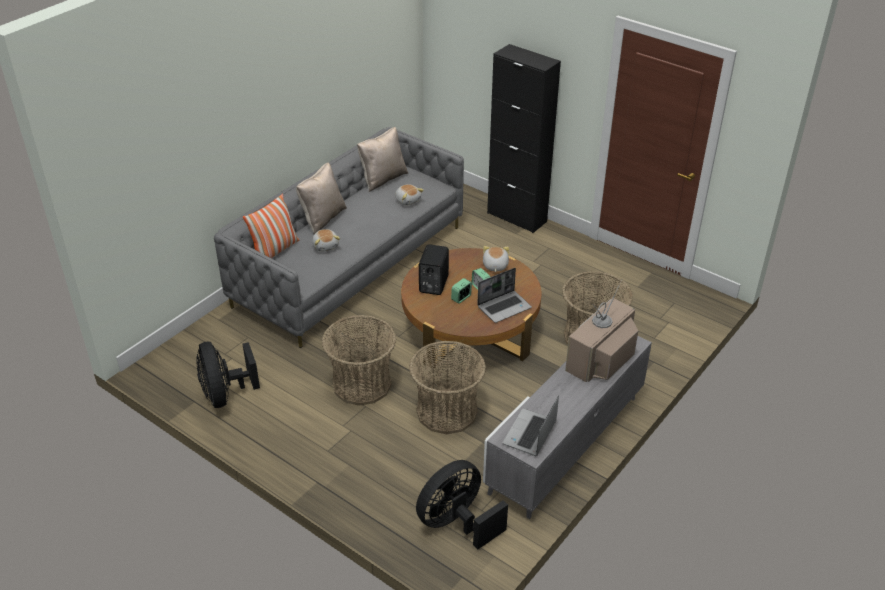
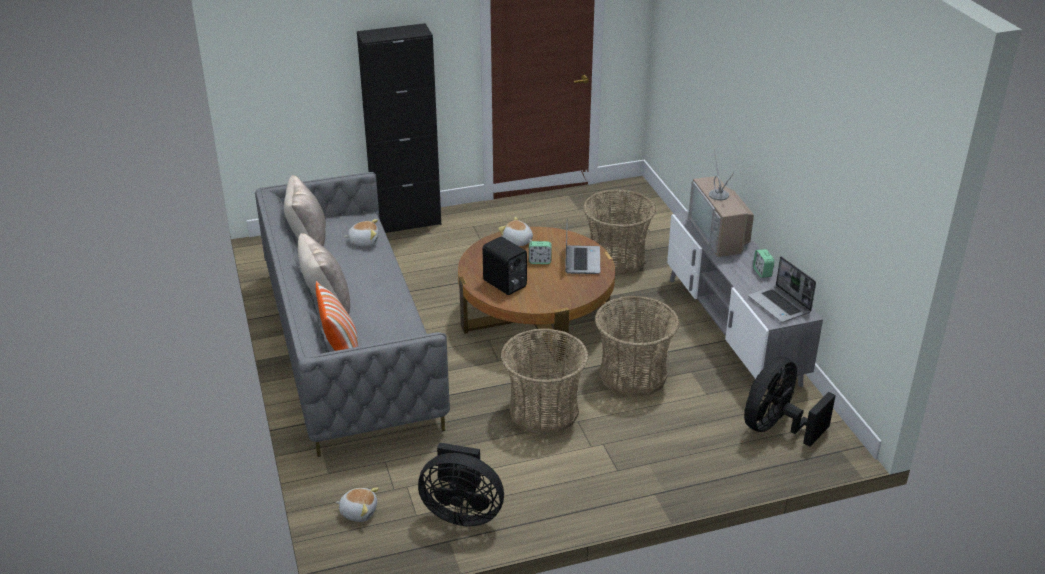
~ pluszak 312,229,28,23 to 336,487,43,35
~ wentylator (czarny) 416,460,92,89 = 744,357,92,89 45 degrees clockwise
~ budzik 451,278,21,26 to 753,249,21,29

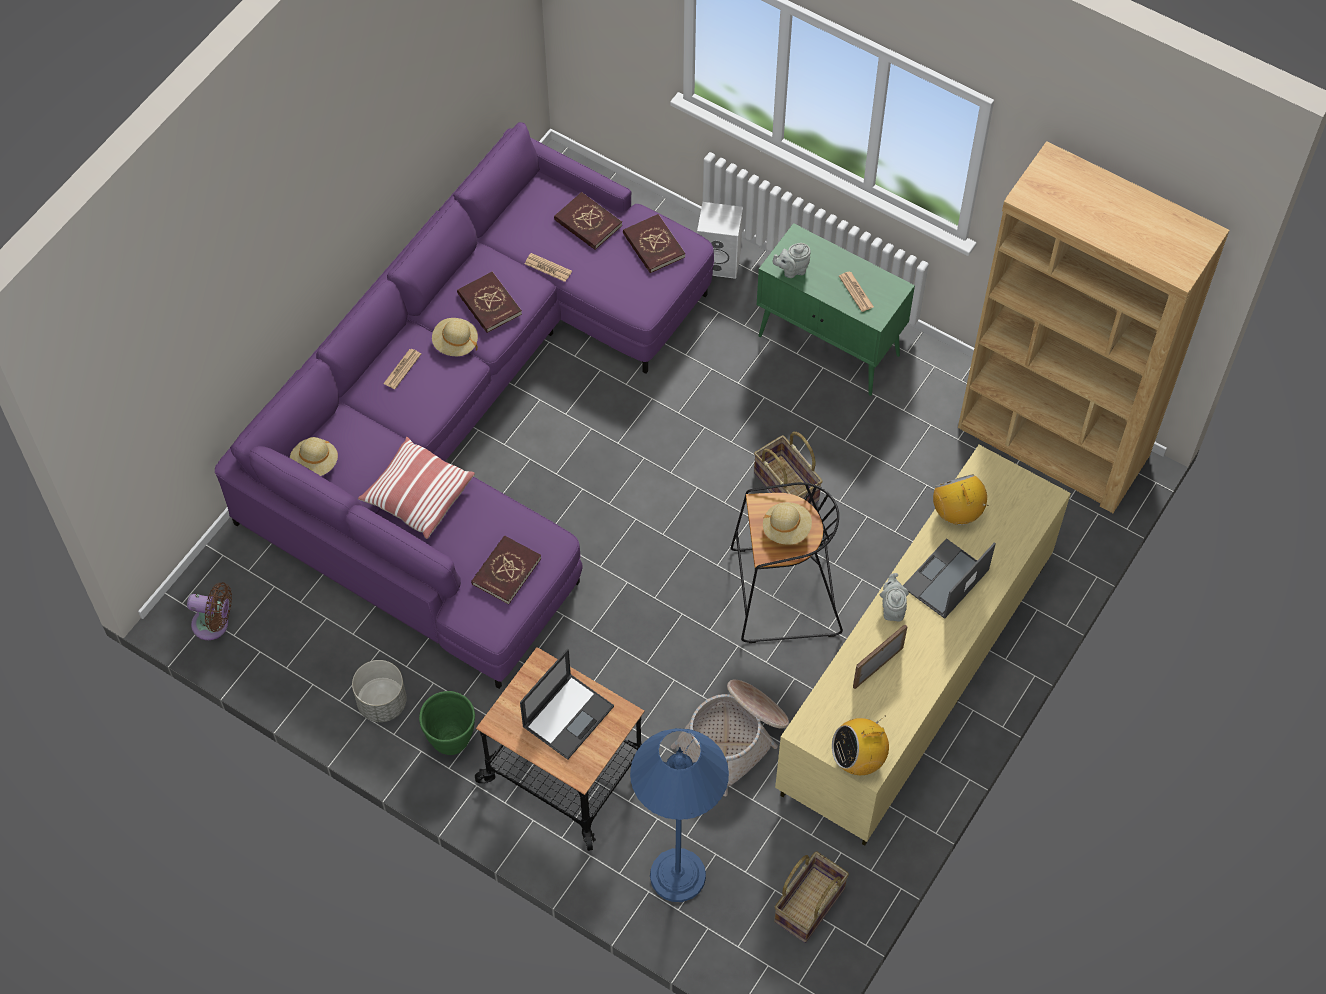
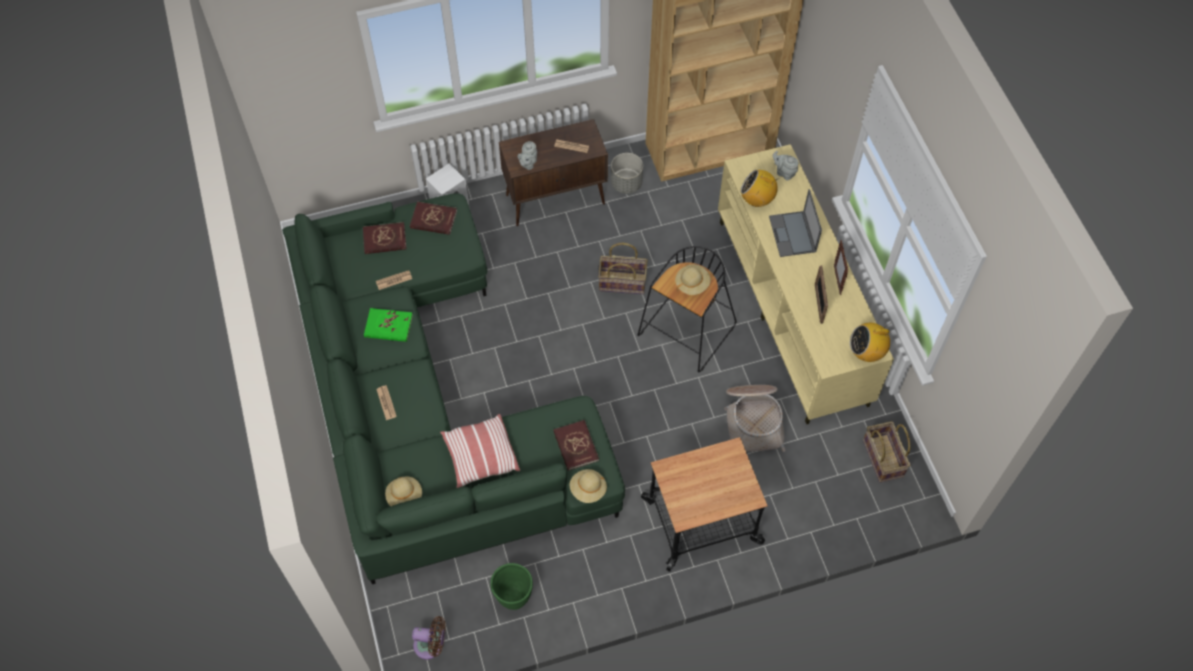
~ wentylator (brązowy) 187,582,45,58 = 412,616,34,43 45 degrees clockwise
~ kanapa (fioletowy) 215,122,499,567 to kanapa (zielony) 282,193,343,391
~ donica (szary) 352,660,55,62 to 611,153,32,41
~ donica (zielony) 419,691,56,64 to 490,563,43,47
~ kapelusz (beżowy) 432,318,46,38 to 570,469,37,34
~ książka (czerwony) 457,272,65,61 to książka (zielony) 364,308,49,34
- laptop 520,649,94,111
- lampa stojąca (niebieski) 630,728,99,174
~ szafka (zielony) 757,223,158,173 to szafka (brązowy) 499,119,109,107
~ radio 832,715,57,60 = 850,323,40,39 60 degrees clockwise
~ imbryk (szary) 879,573,30,49 to 773,151,26,29
+ ramka na zdjęcie 834,240,14,55

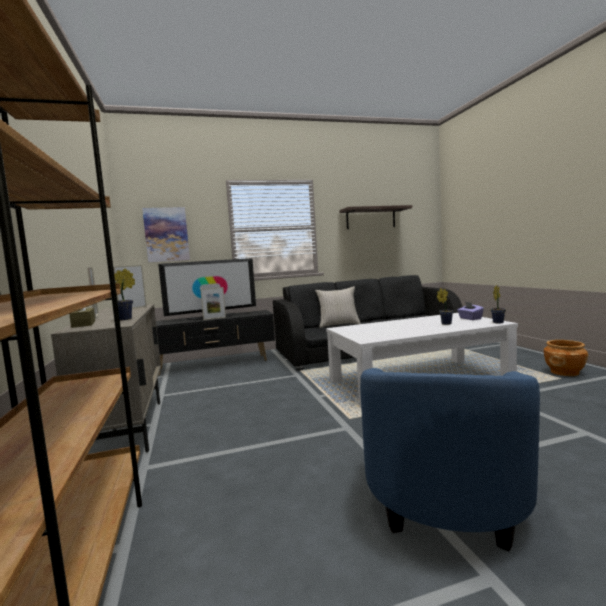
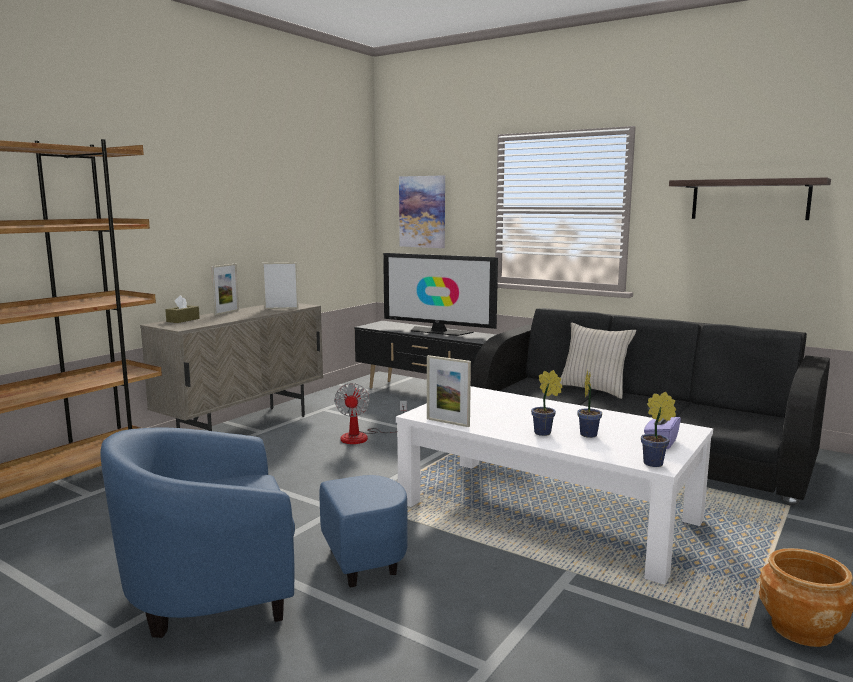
~ roślina doniczkowa 114,268,21,52 to 531,370,31,66
~ ramka na zdjęcie 200,287,26,33 to 427,355,44,72
+ wentylator 334,383,73,61

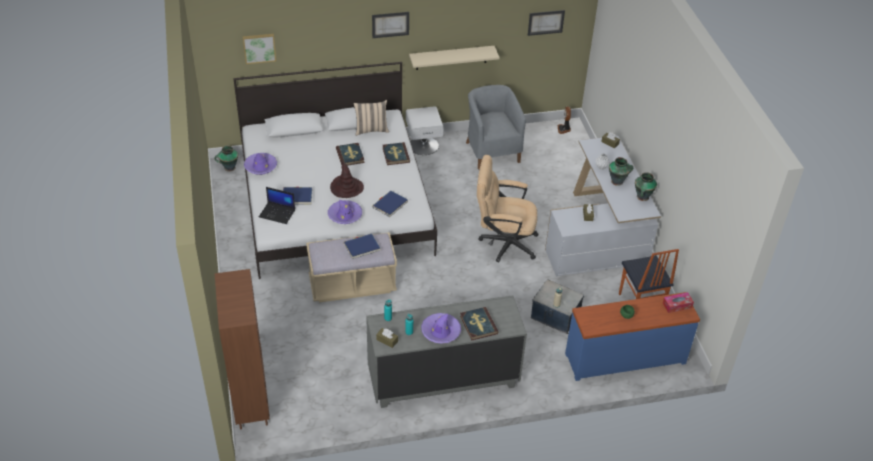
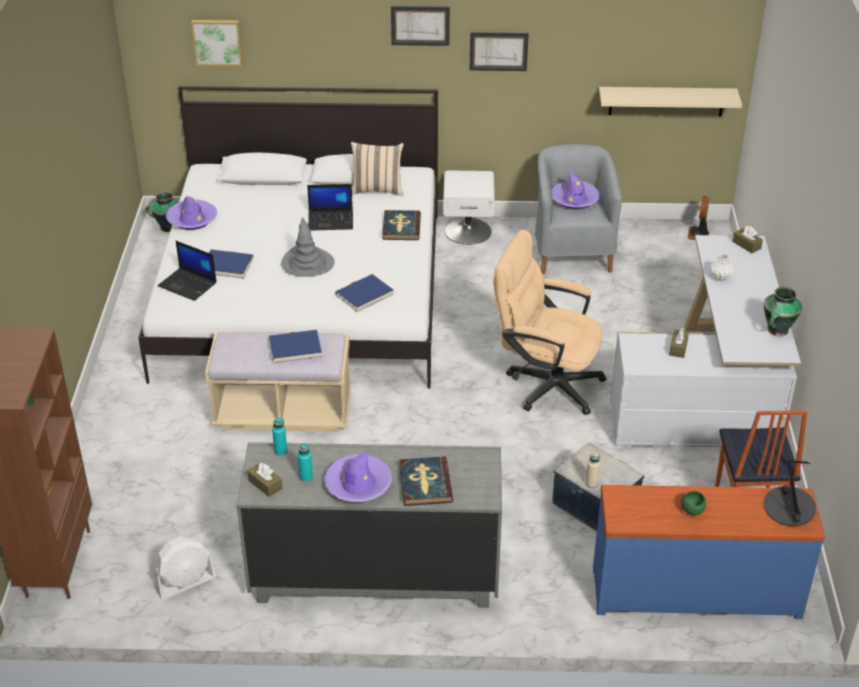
~ kapelusz (fioletowy) 328,200,34,24 to 552,172,48,37
~ kapelusz (brązowy) 330,160,34,38 to kapelusz (szary) 281,217,54,60
~ książka 336,143,29,23 to laptop 307,184,46,46
~ półka (beżowy) 409,46,91,24 to 599,87,143,30
~ obraz 528,10,37,26 to 470,32,59,39
- wazon 609,157,24,29
~ pudełko chusteczek 663,292,31,21 to lampa stołowa 763,460,53,66
+ wentylator (biały) 154,536,62,64

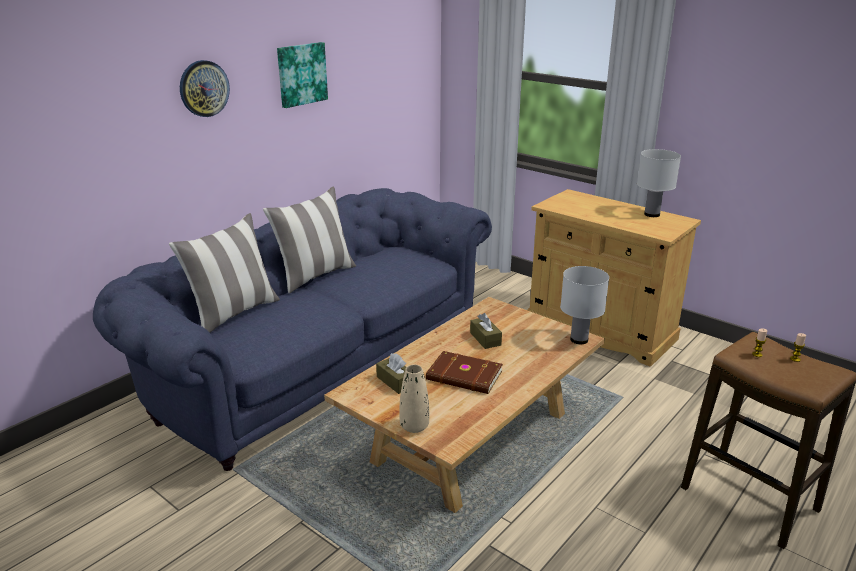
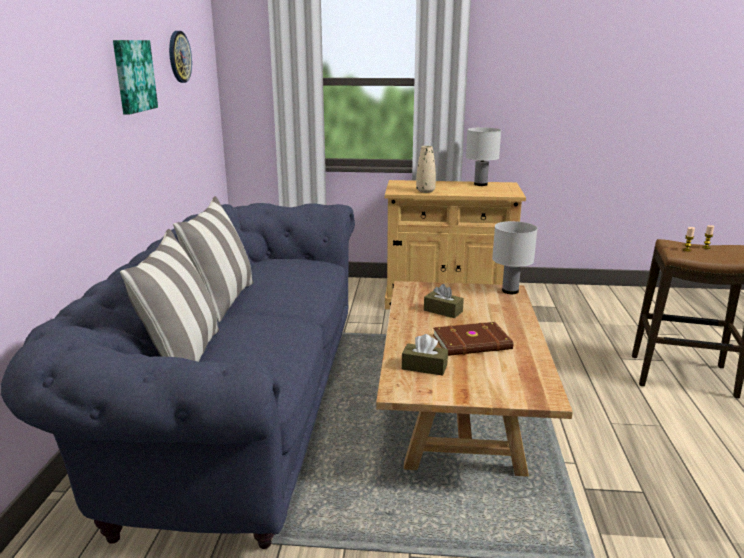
~ zegar ścienny 180,60,50,57 to 169,31,23,52
~ wazon (beżowy) 399,364,30,69 to 416,146,20,47

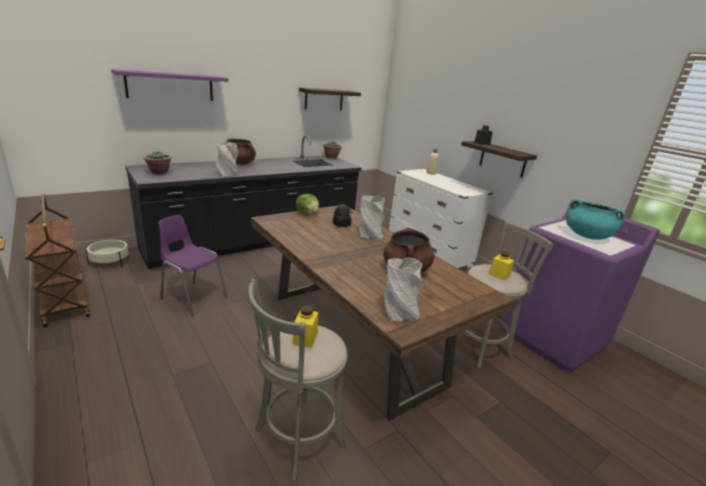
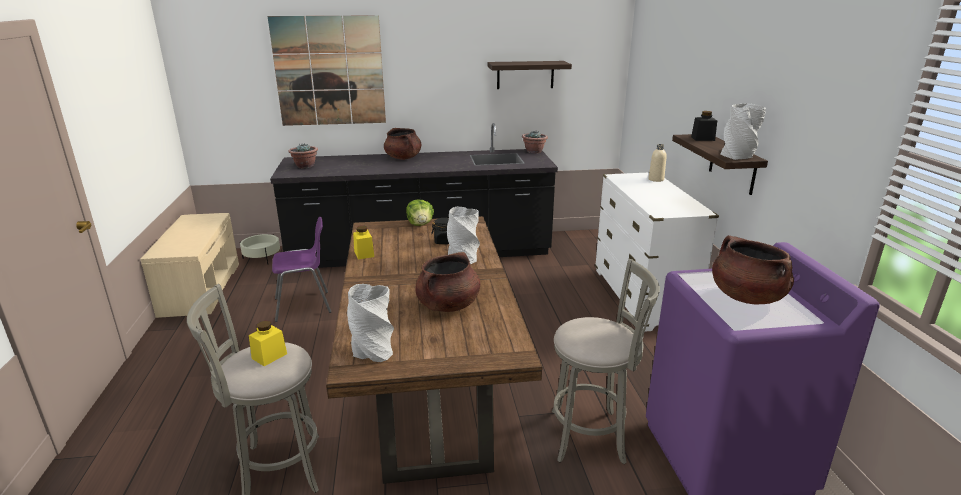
~ wózek (brązowy) 25,194,65,133 to ławka (beżowy) 141,213,98,105
~ półka (fioletowy) 111,69,117,32 to obraz 268,15,118,111
~ krzesło (fioletowy) 158,215,69,101 = 272,217,60,105 105 degrees clockwise
~ wazon (szary) 216,142,22,34 to 720,103,46,57
~ słoik (żółty) 489,251,25,29 to 353,226,21,34
~ garnek (turkusowy) 566,199,60,41 to garnek (brązowy) 712,235,82,69

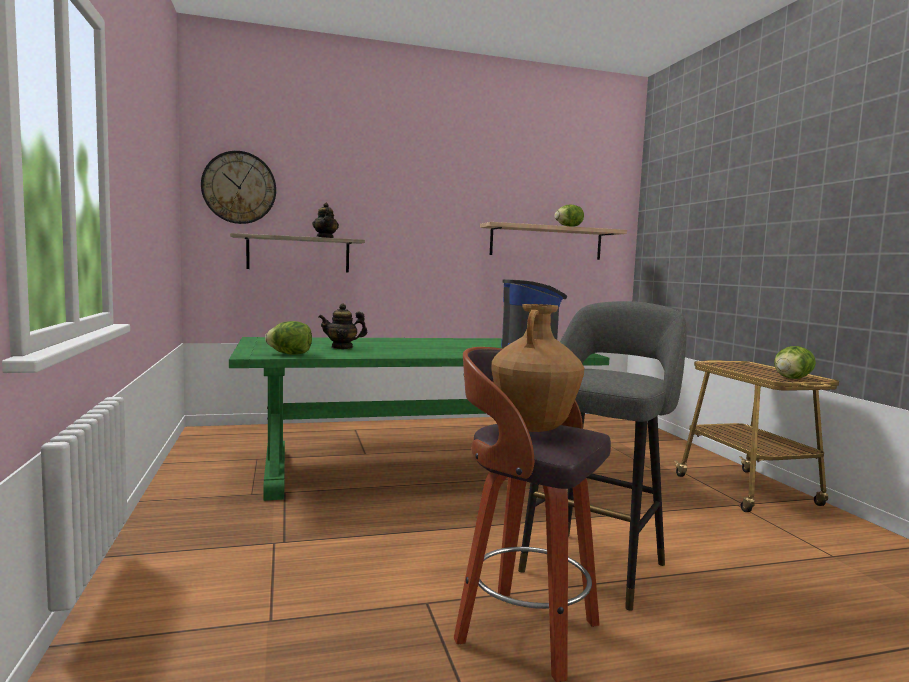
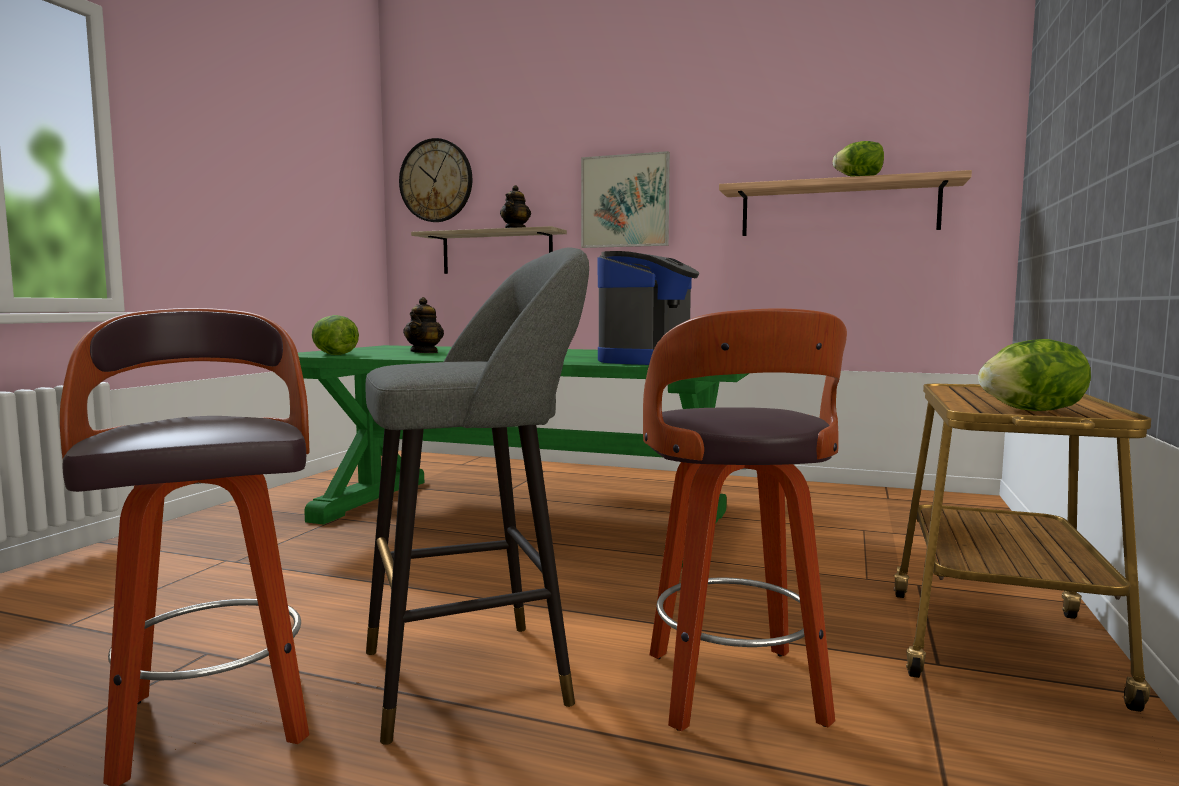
~ imbryk 319,304,48,45 = 403,297,41,56 105 degrees counterclockwise
- wazon (brązowy) 491,304,93,128
+ obraz 581,151,89,97
+ stołek 643,309,204,422

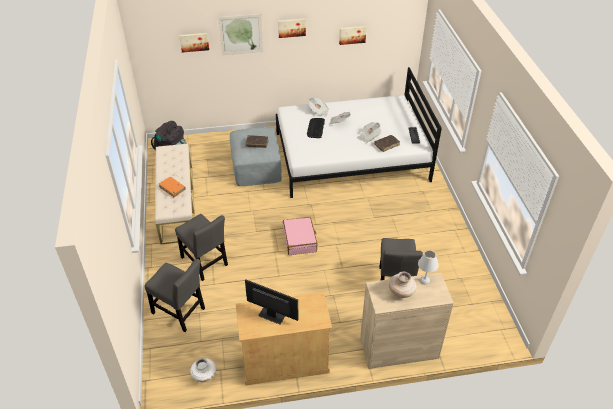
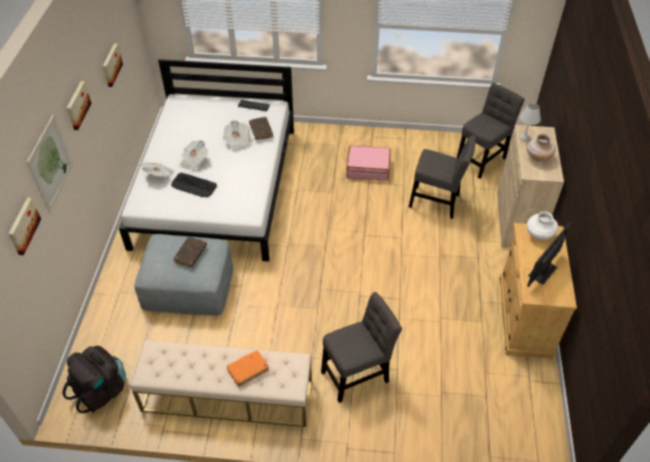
~ krzesło (szary) 145,259,60,73 to 457,83,68,96
~ wazon (biały) 190,358,26,24 to 527,212,31,28
~ walizka (różowy) 283,217,35,38 to 346,146,45,34

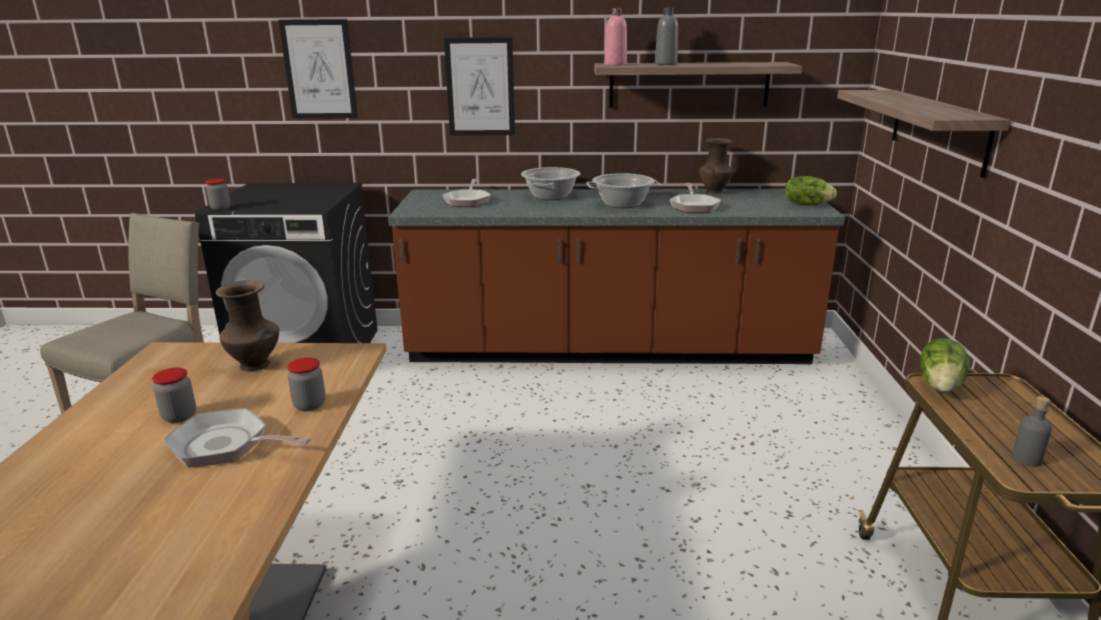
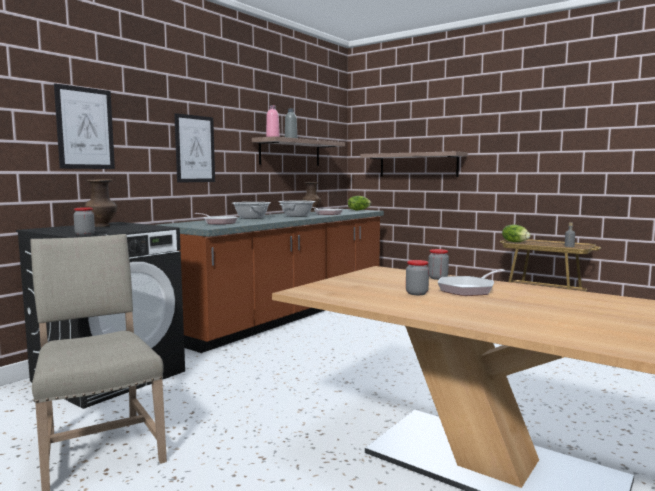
~ wazon (brązowy) 216,280,63,92 to 85,179,32,48

